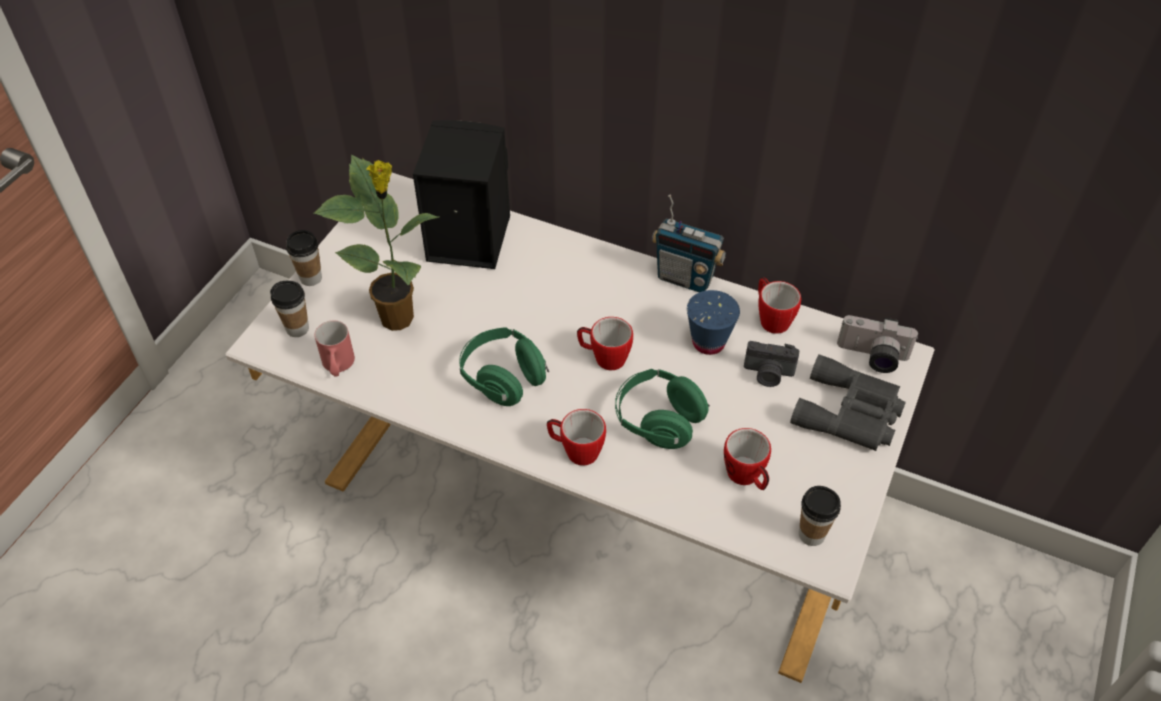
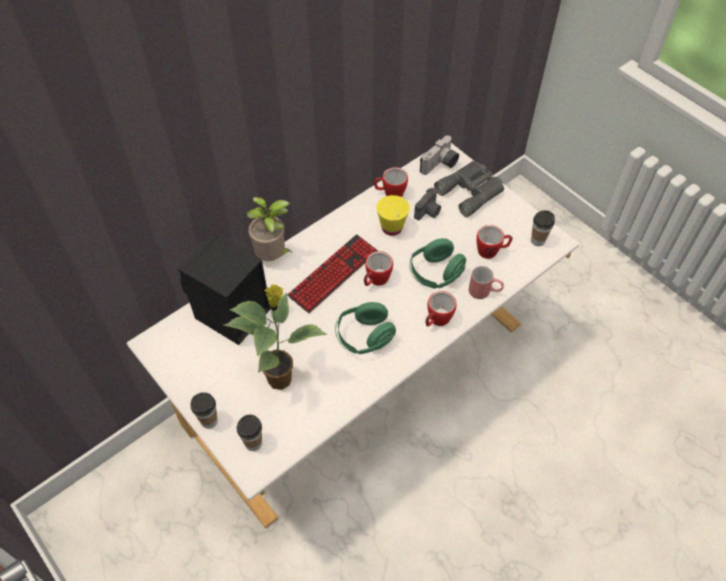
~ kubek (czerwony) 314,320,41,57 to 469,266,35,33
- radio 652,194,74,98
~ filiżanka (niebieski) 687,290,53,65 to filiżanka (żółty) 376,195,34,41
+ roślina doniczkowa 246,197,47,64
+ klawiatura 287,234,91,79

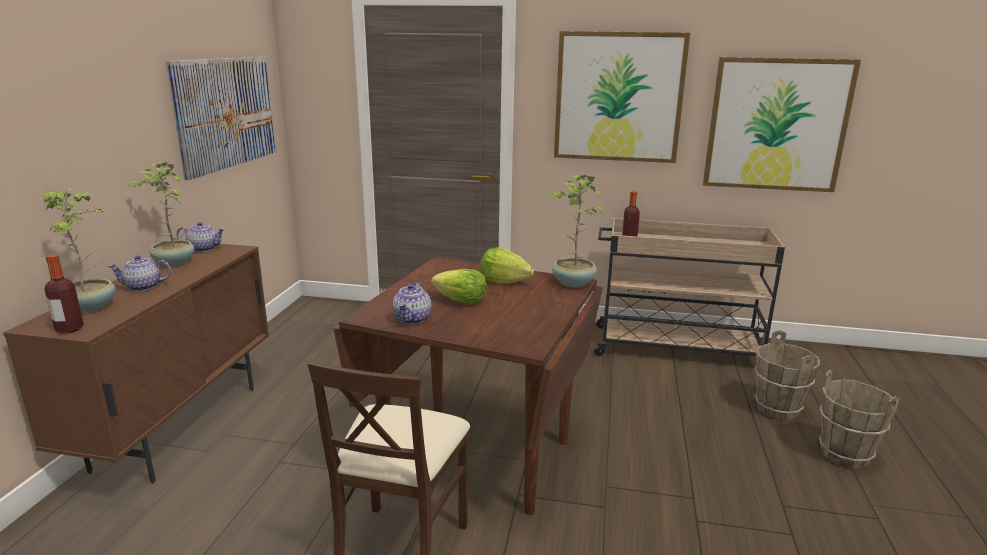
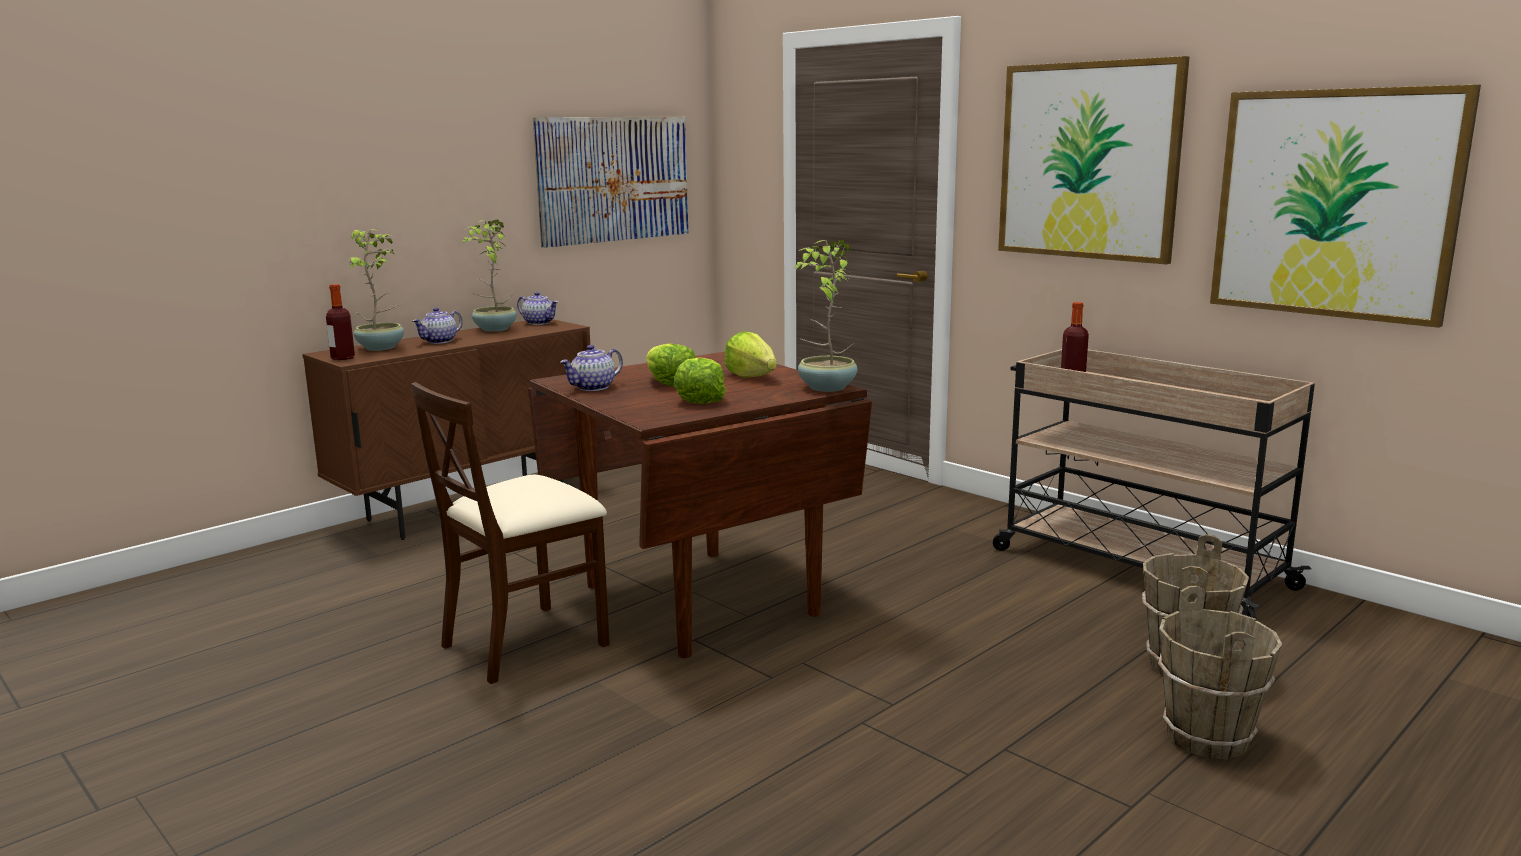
~ imbryk 108,255,63,36 = 412,307,51,37 75 degrees counterclockwise
+ sałata 674,357,52,47

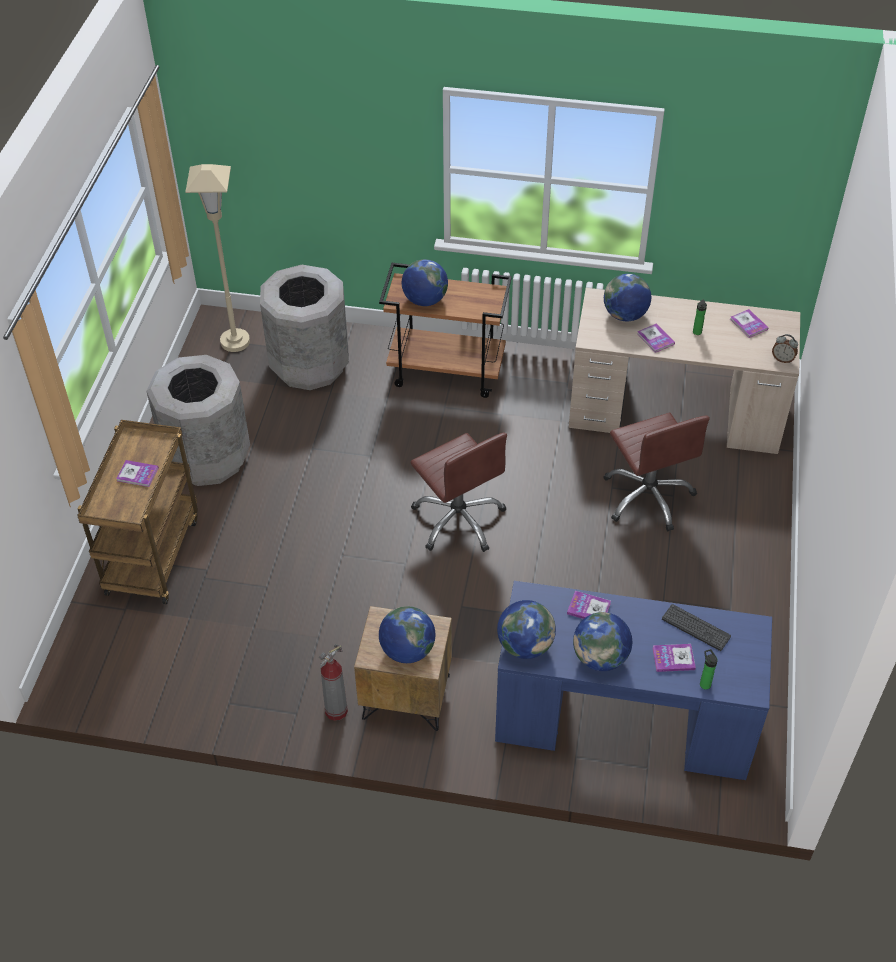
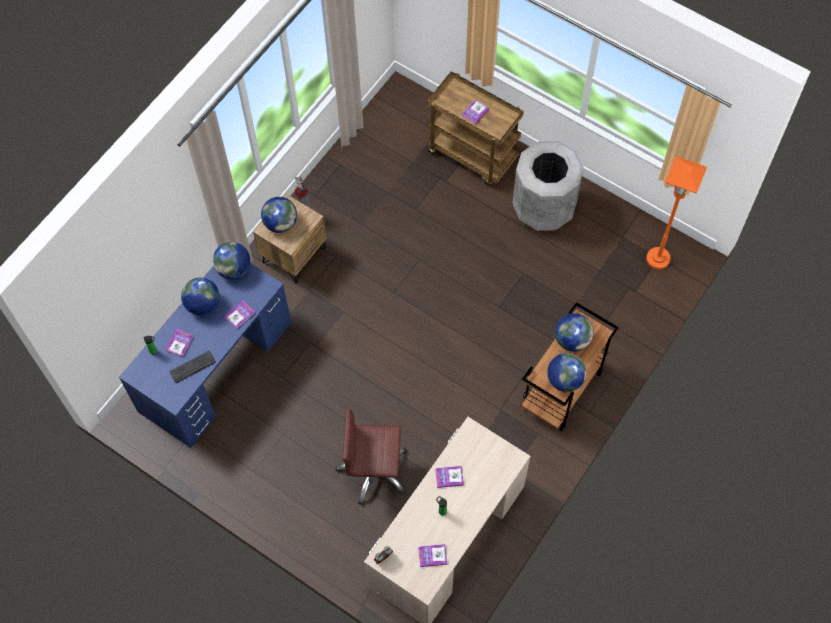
~ lampa stojąca (beżowy) 185,164,65,188 to lampa stojąca (pomarańczowy) 646,156,61,114
- kosz na śmieci (szary) 260,265,89,125
- krzesło biurowe (brązowy) 411,433,96,119
~ globus 604,274,47,47 to 547,353,39,39

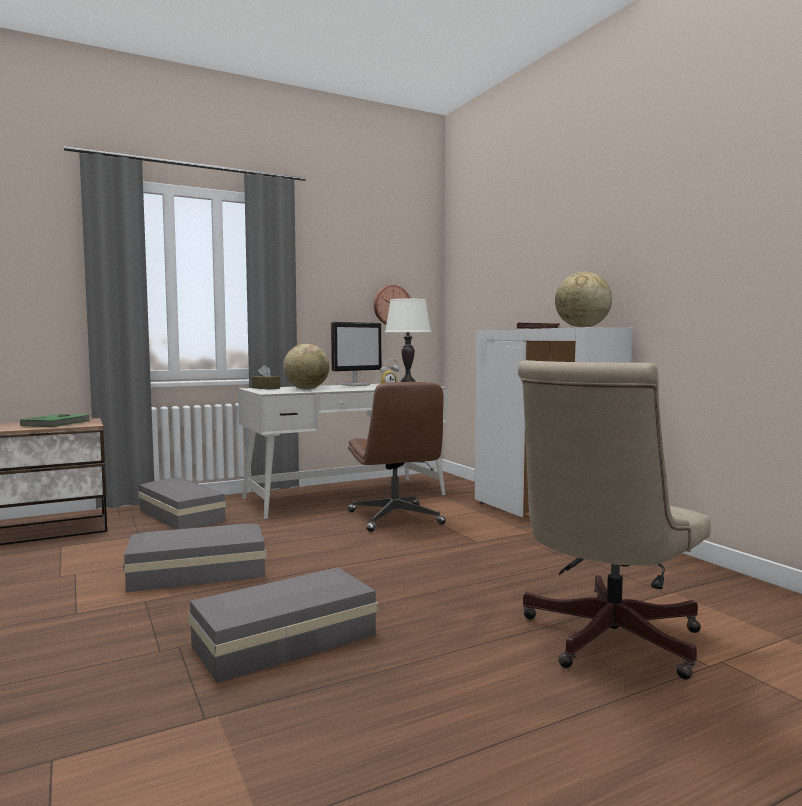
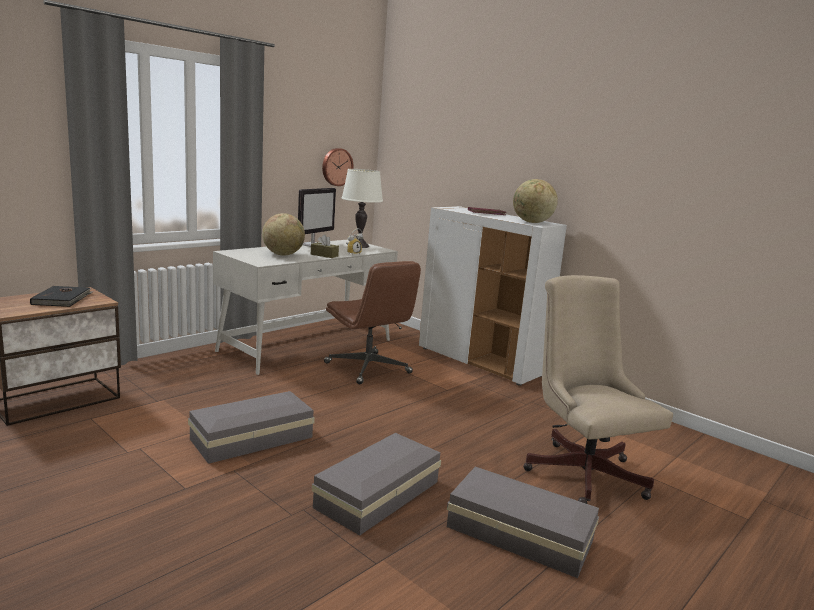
~ książka (zielony) 20,414,70,13 to książka (czarny) 30,286,63,21
~ pojemnik do przechowywania (szary) 138,477,88,52 to 447,467,152,111
~ pudełko chusteczek (brązowy) 252,365,28,25 to 311,235,28,23
~ krzesło biurowe (beżowy) 518,360,193,320 = 523,275,150,229 135 degrees clockwise

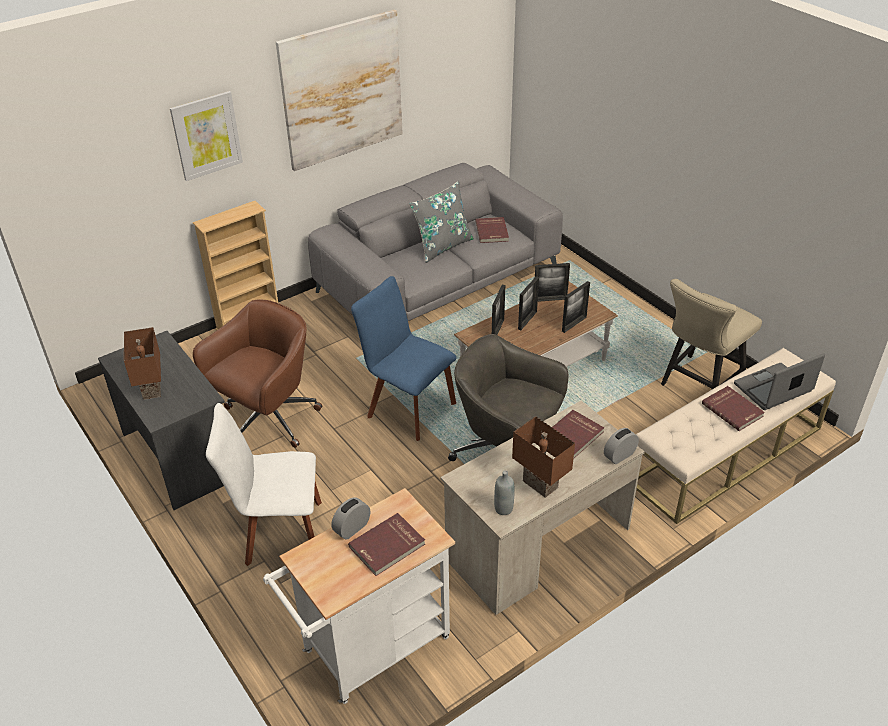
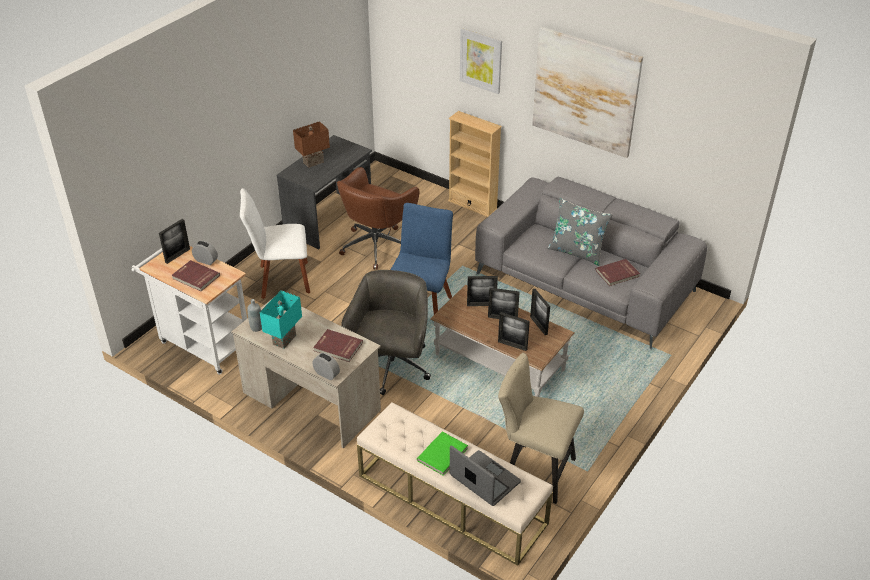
~ krzesło biurowe (brązowy) 193,300,129,148 = 337,167,82,103 105 degrees clockwise
~ krzesło (biały) 206,403,116,163 = 240,188,70,111 75 degrees counterclockwise
~ lampa stołowa (brązowy) 512,416,63,82 to lampa stołowa (turkusowy) 260,290,42,59
~ książka (czerwony) 702,386,63,45 to książka (zielony) 417,432,51,44
+ ramka na zdjęcie 159,219,31,45

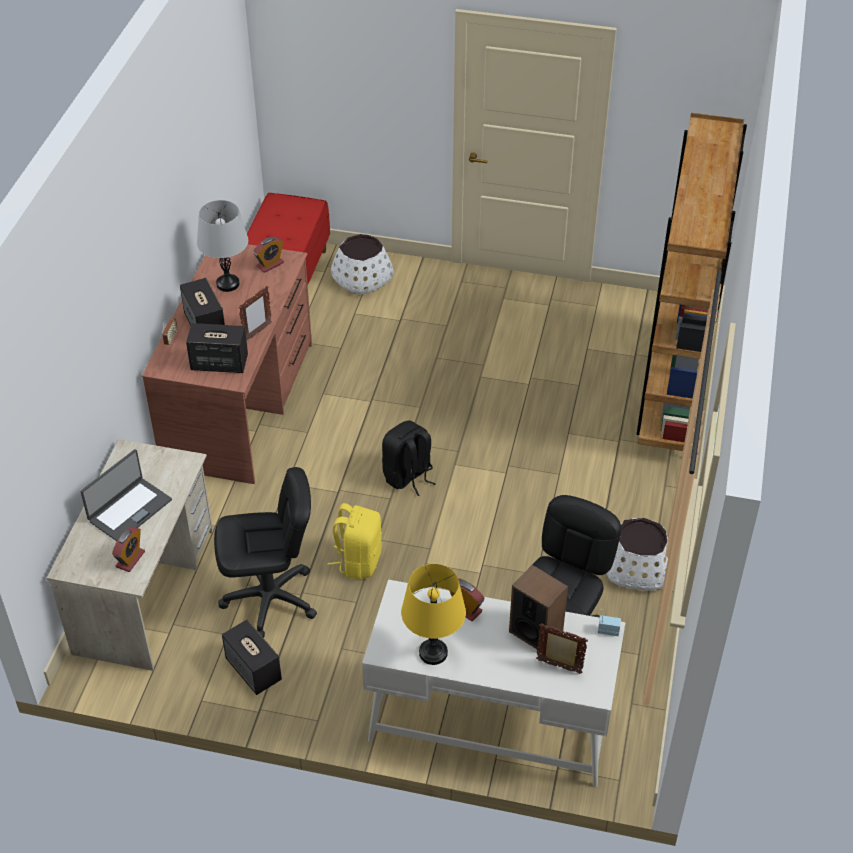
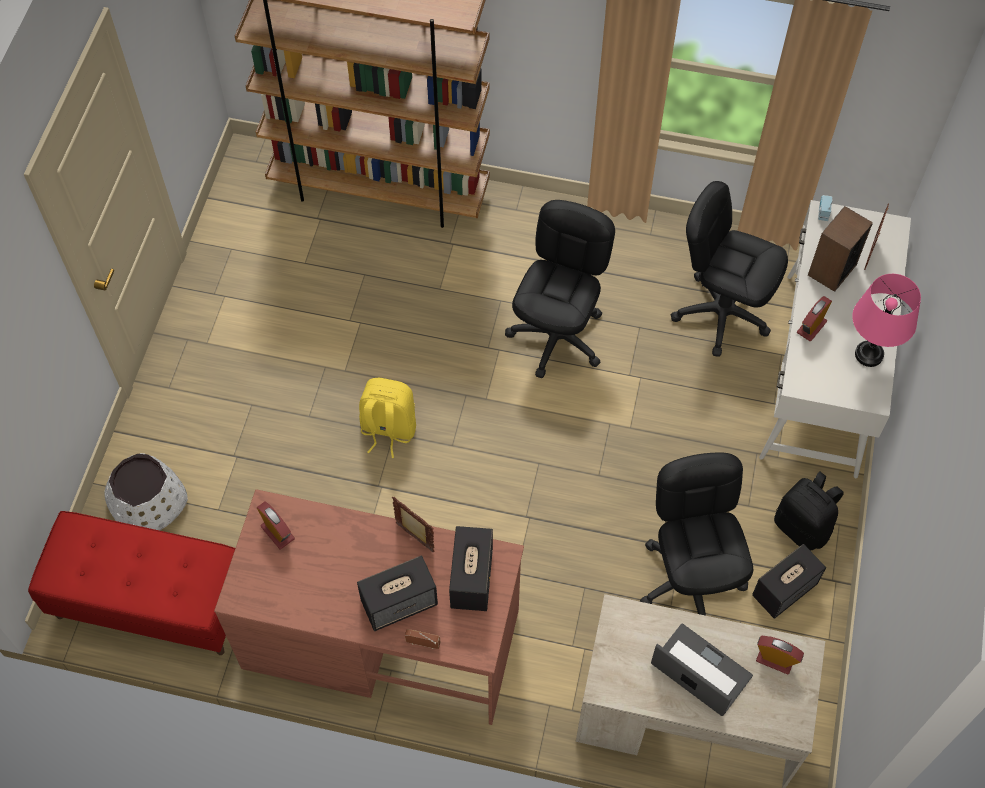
- lampa stołowa (szary) 197,200,51,92
~ plecak (żółty) 328,503,54,76 to 359,378,57,80
~ plecak (czarny) 382,420,54,76 to 774,471,70,80
~ lampa stołowa (żółty) 401,564,65,101 to lampa stołowa (różowy) 852,274,69,93
- donica (biały) 606,518,62,72
+ krzesło biurowe (czarny) 505,200,110,178

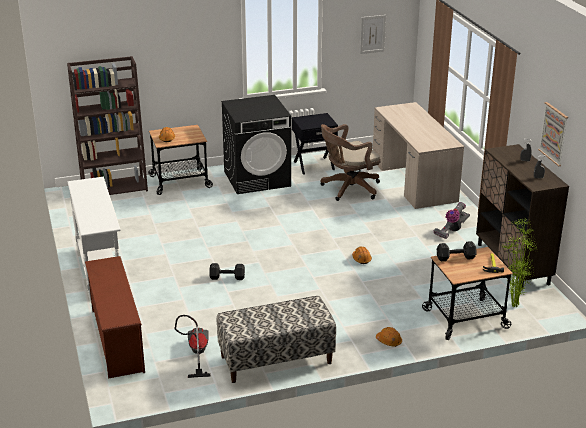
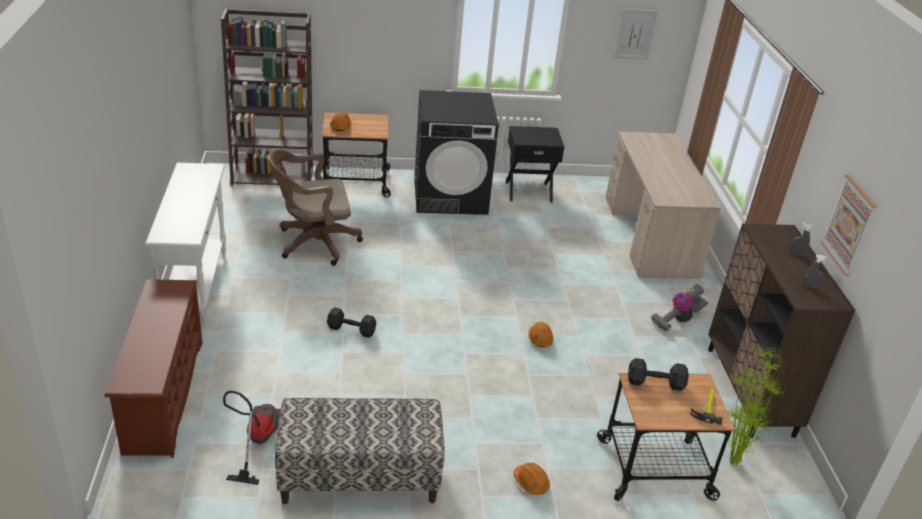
~ krzesło biurowe (brązowy) 320,124,61,77 to 269,149,94,117

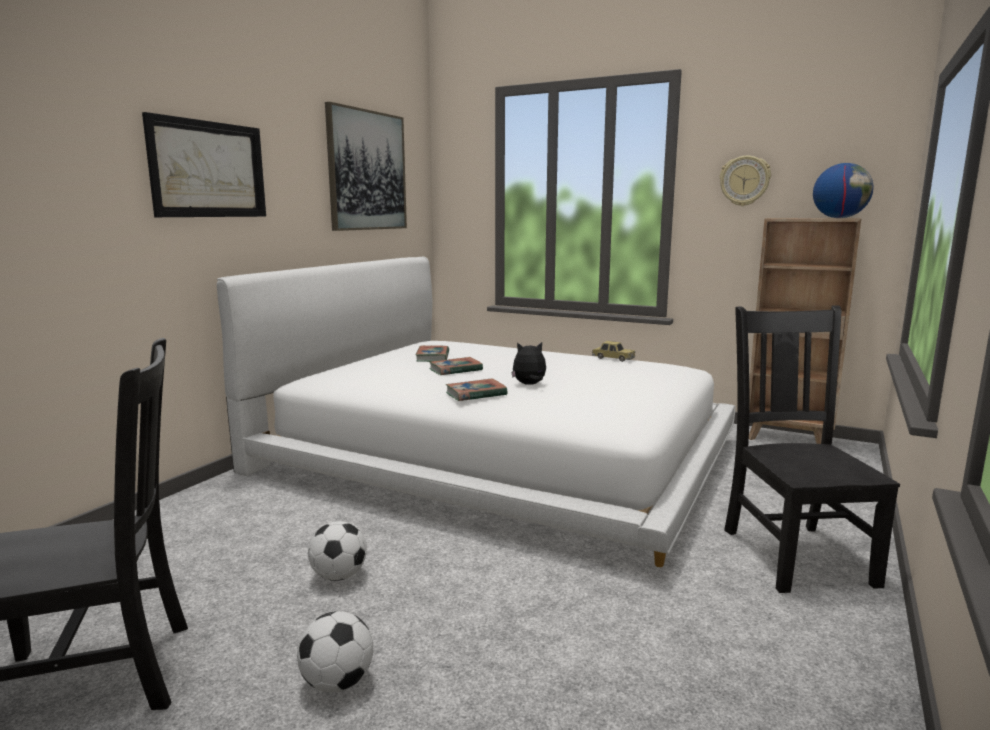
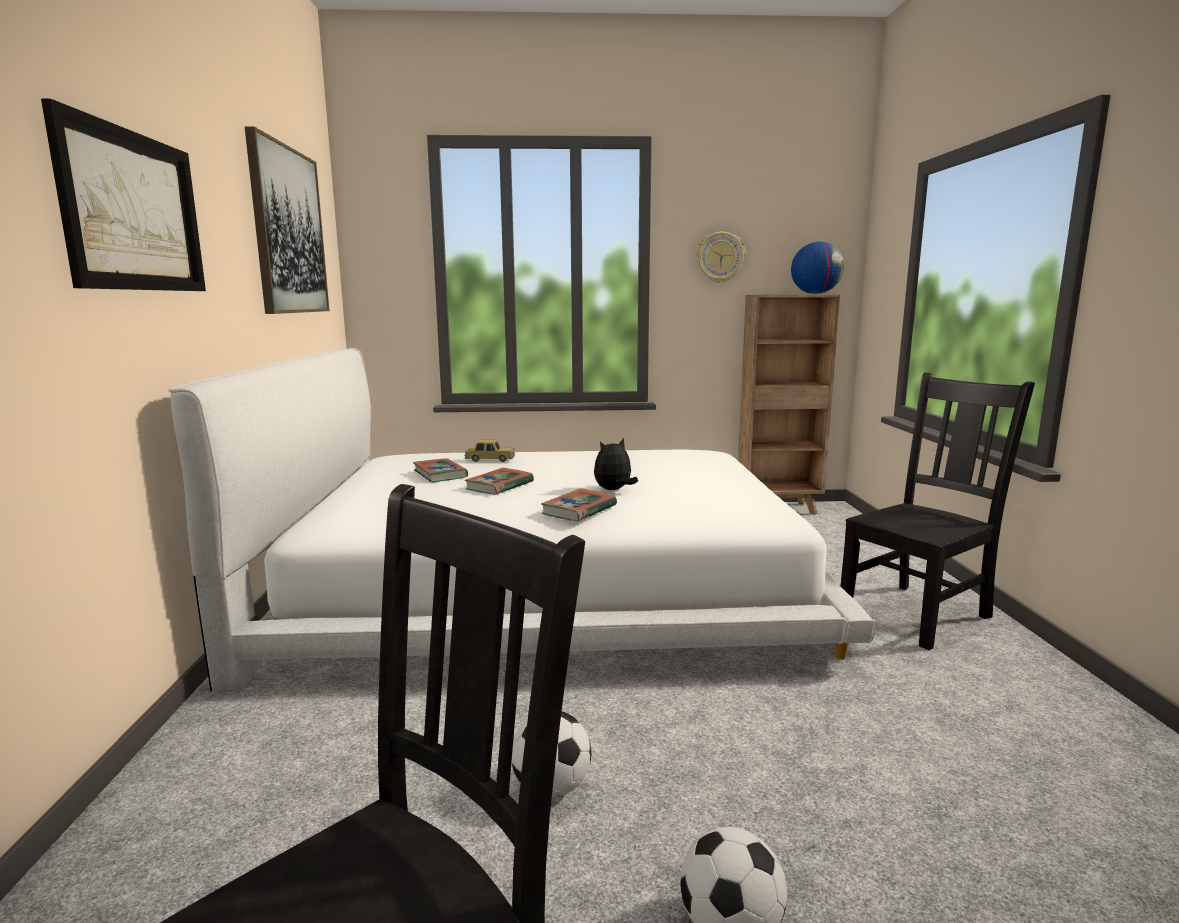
~ samochodzik 592,341,43,21 to 464,440,51,22
~ krzesło (czarny) 724,305,176,288 = 841,373,194,277 90 degrees clockwise

